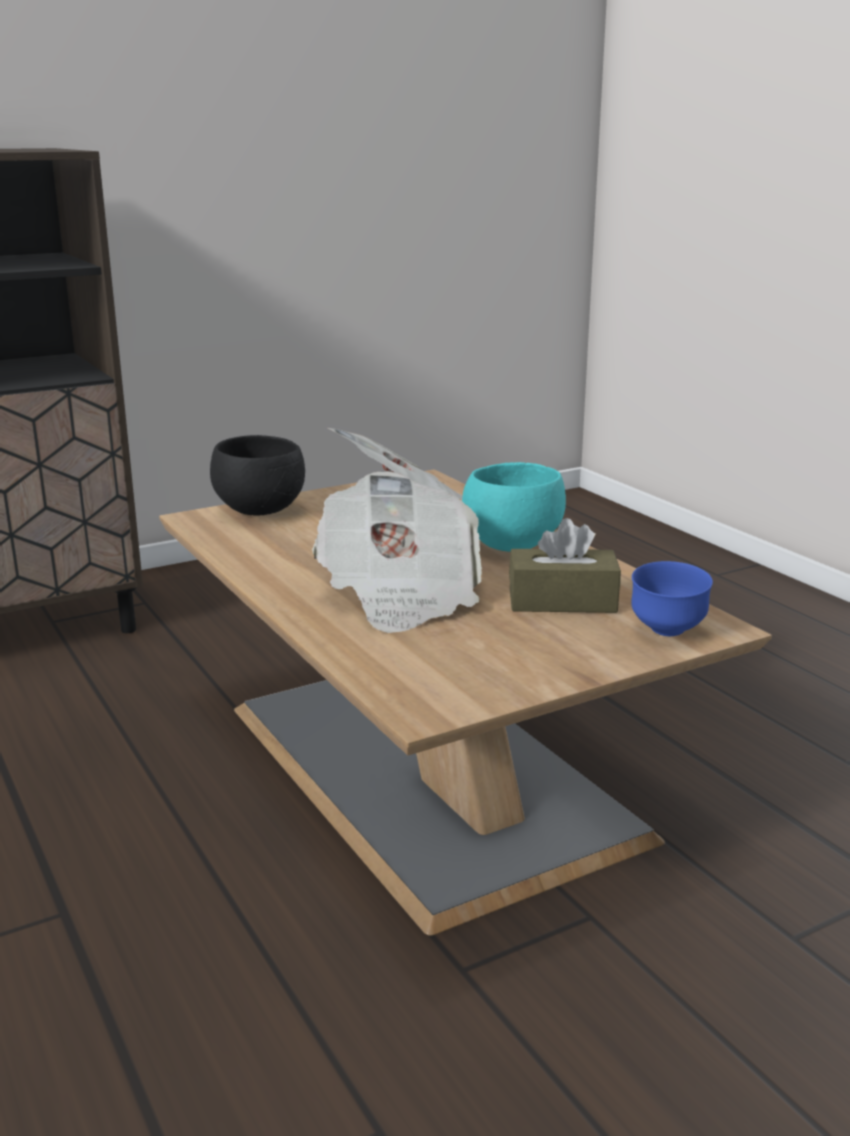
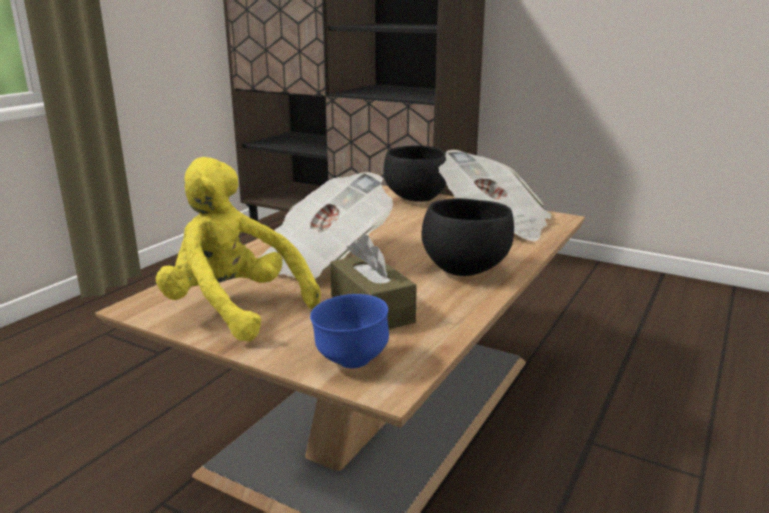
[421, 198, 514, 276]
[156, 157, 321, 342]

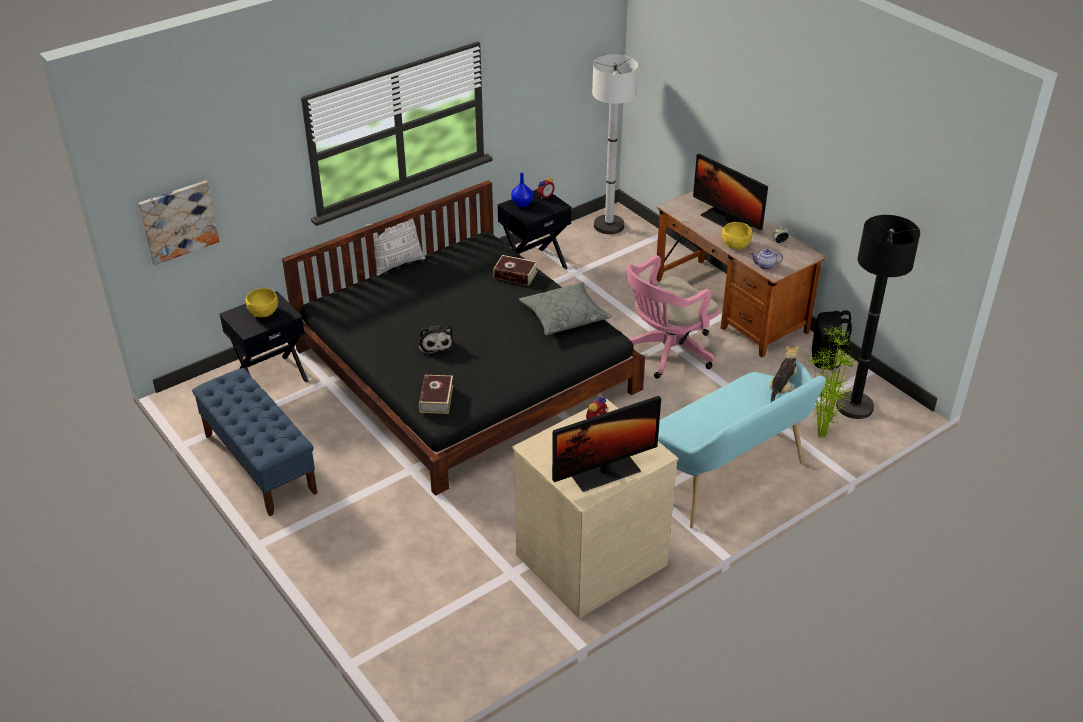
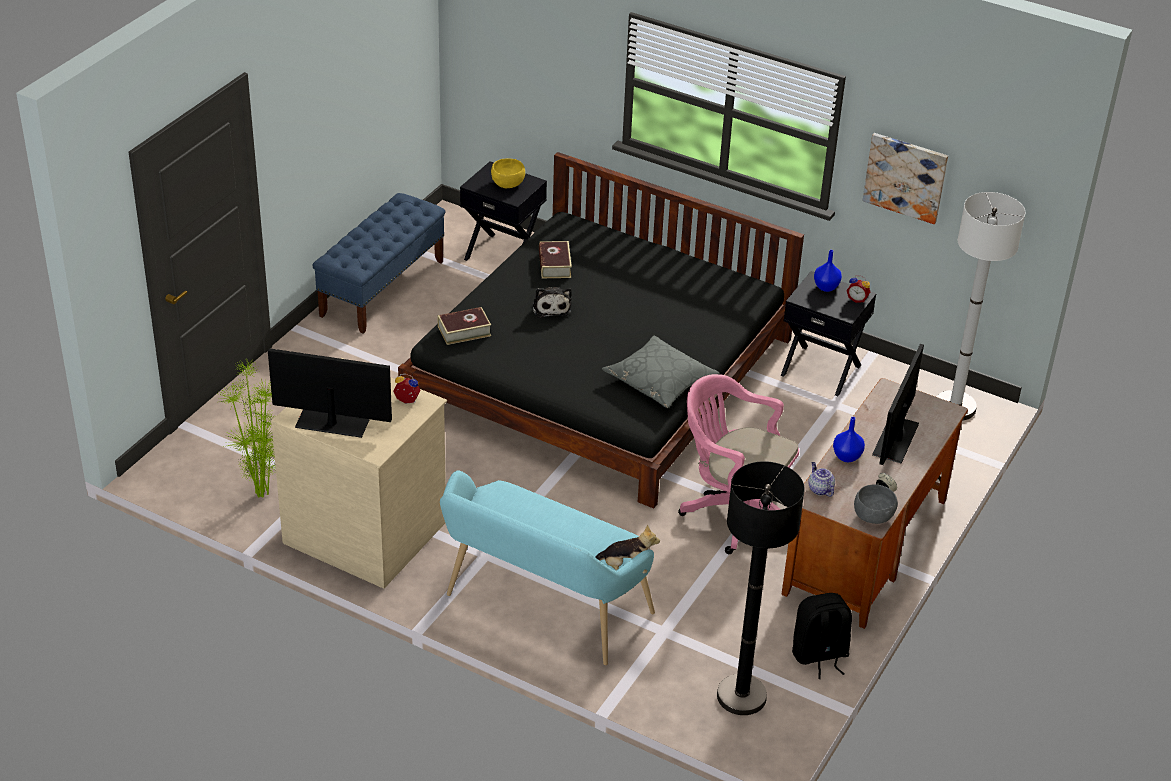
[863, 133, 948, 224]
[365, 218, 425, 276] (first image)
[833, 417, 865, 462]
[539, 241, 572, 278]
[215, 359, 276, 498]
[533, 287, 572, 318]
[268, 348, 392, 438]
[854, 484, 898, 524]

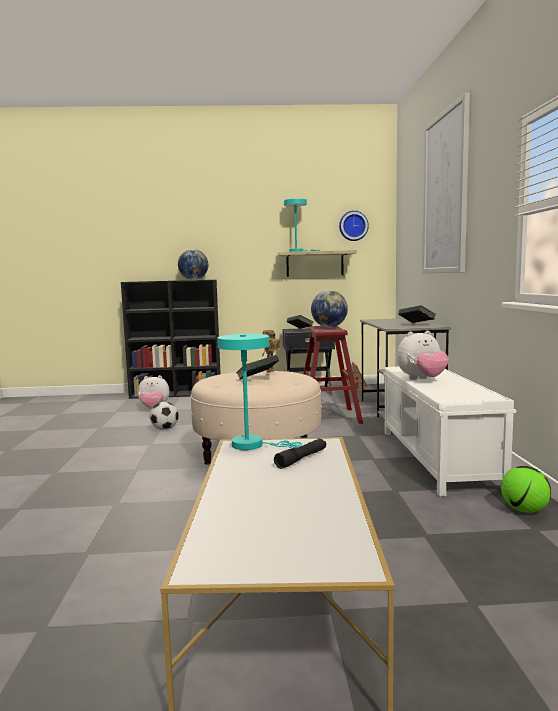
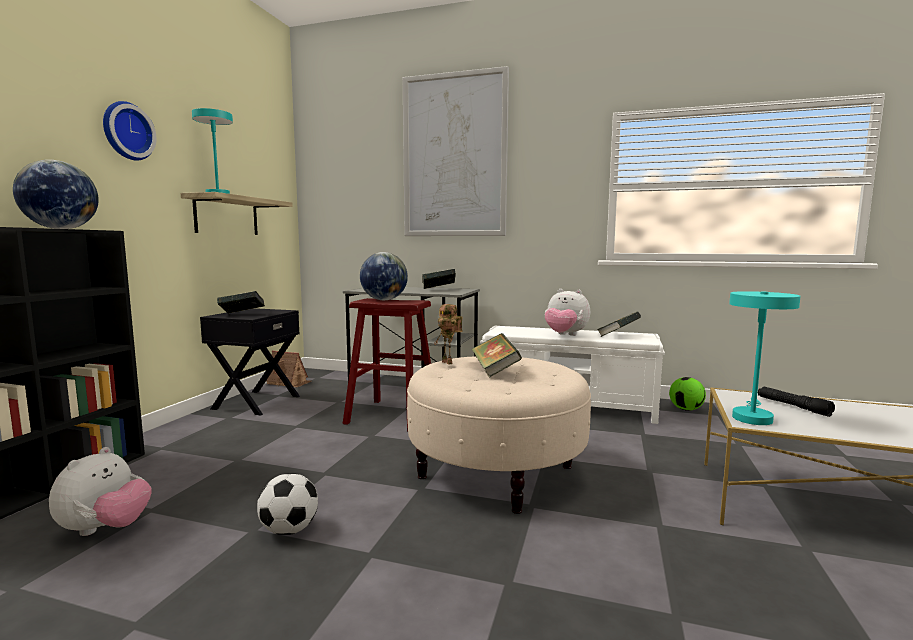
[103, 101, 157, 161]
[545, 289, 590, 336]
[597, 311, 641, 337]

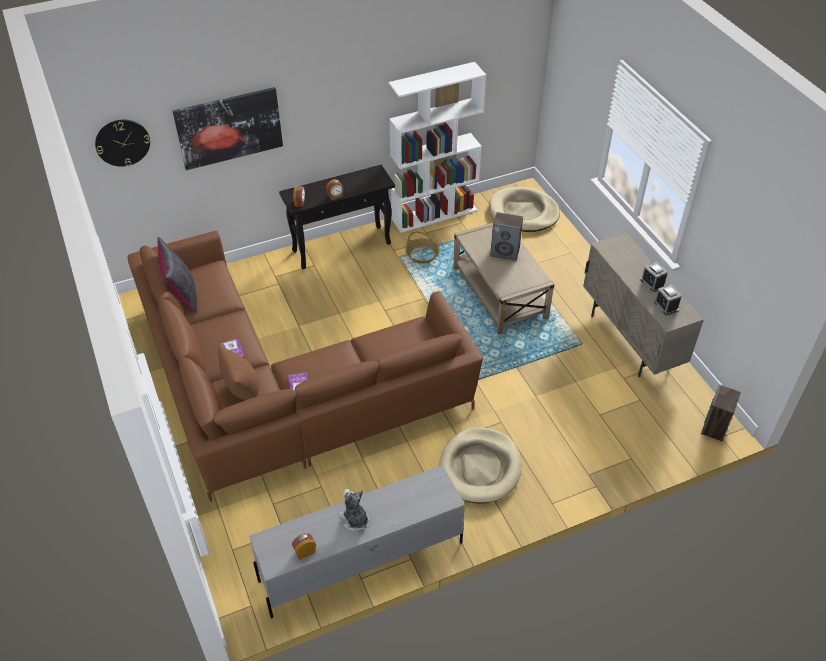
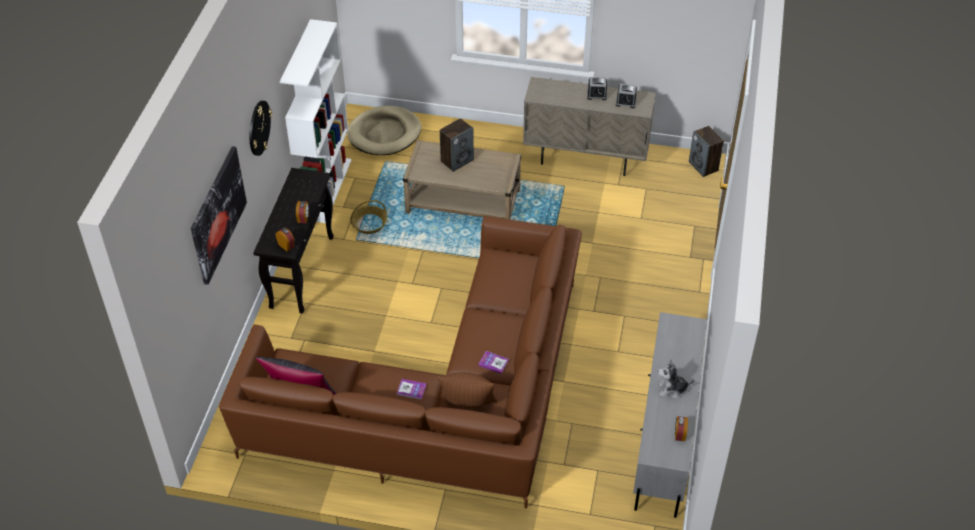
[249, 101, 272, 156]
[439, 427, 522, 504] (first image)

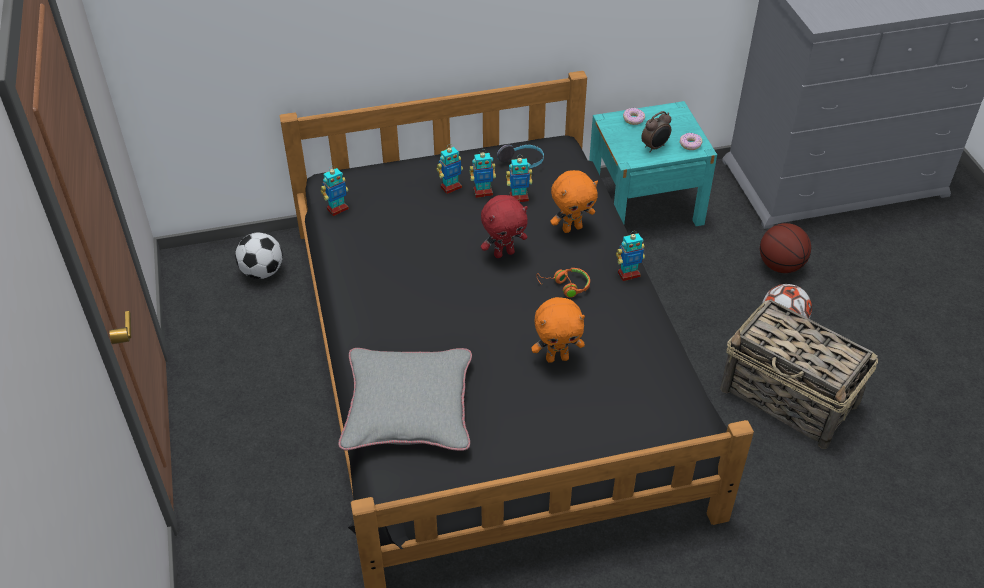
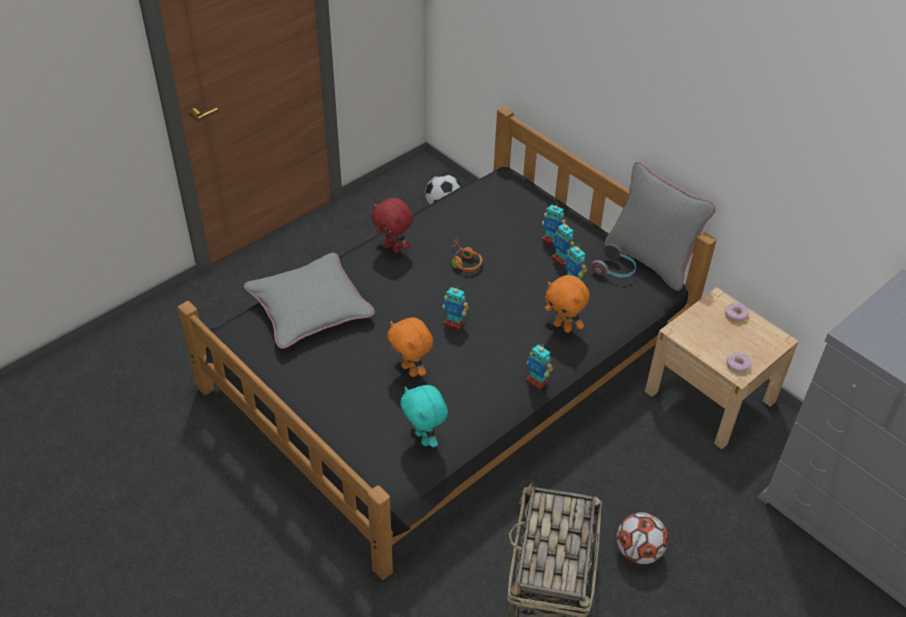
[645, 287, 799, 449]
[641, 111, 671, 153] (first image)
[443, 285, 469, 330]
[371, 198, 413, 253]
[760, 223, 811, 273] (first image)
[451, 238, 482, 272]
[605, 162, 716, 291]
[400, 385, 448, 447]

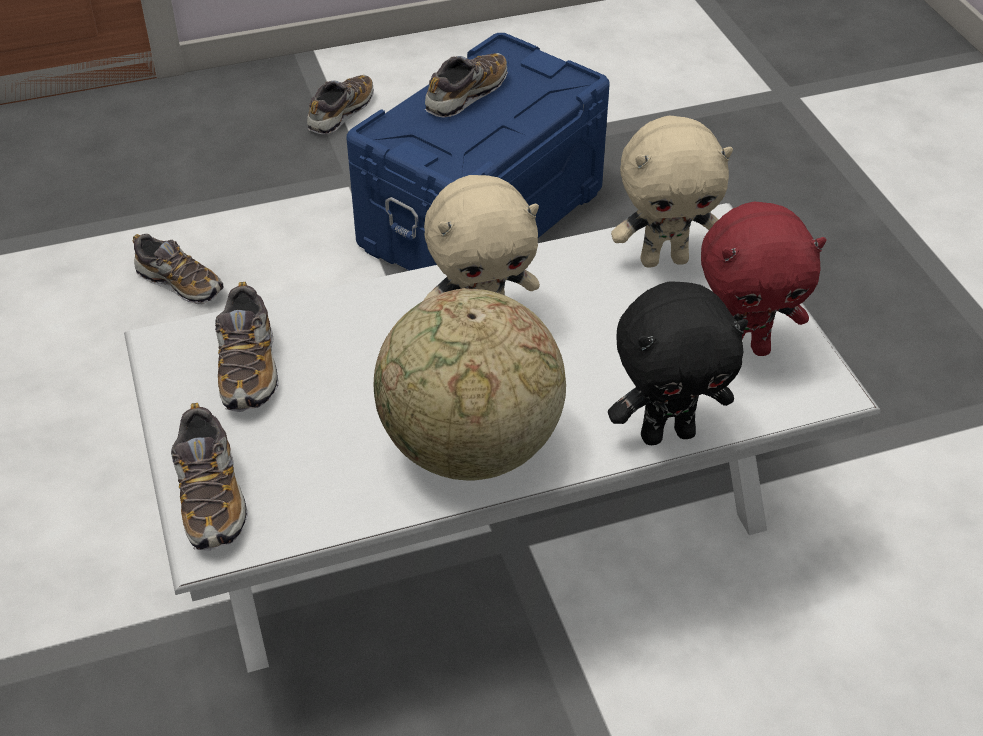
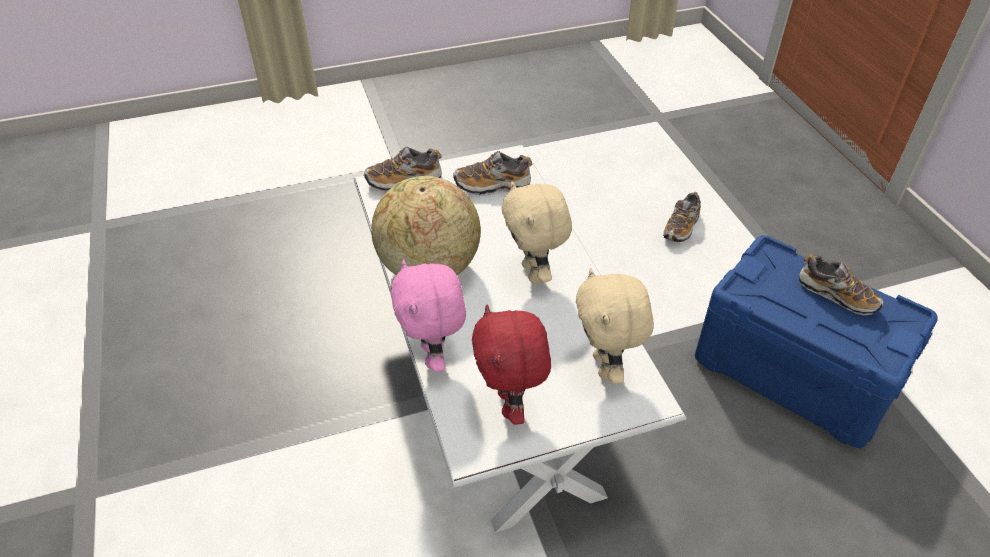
[307, 75, 374, 134] (first image)
[391, 259, 466, 372]

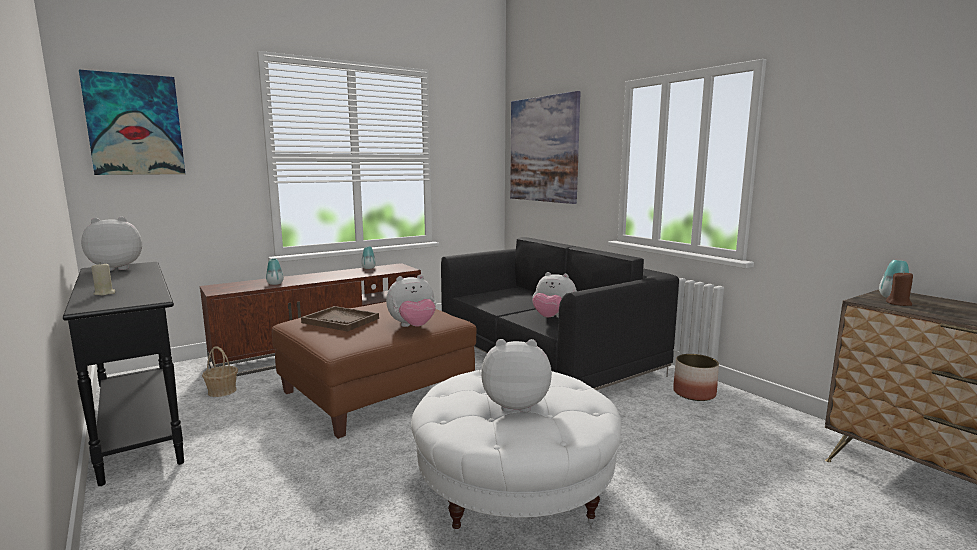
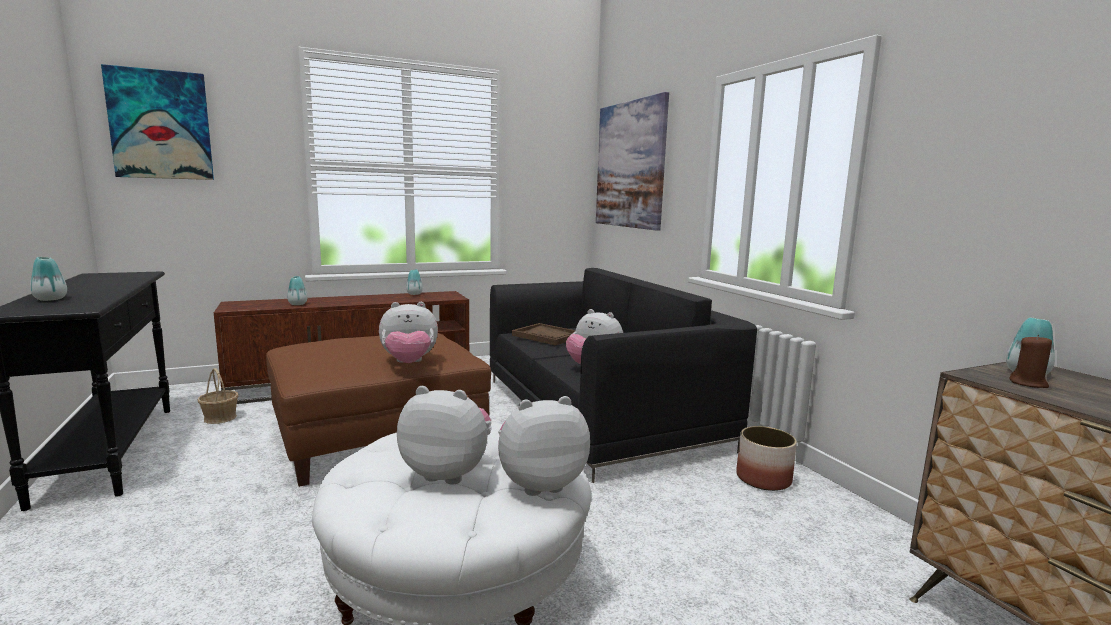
[498, 396, 590, 496]
[30, 257, 67, 301]
[512, 323, 576, 345]

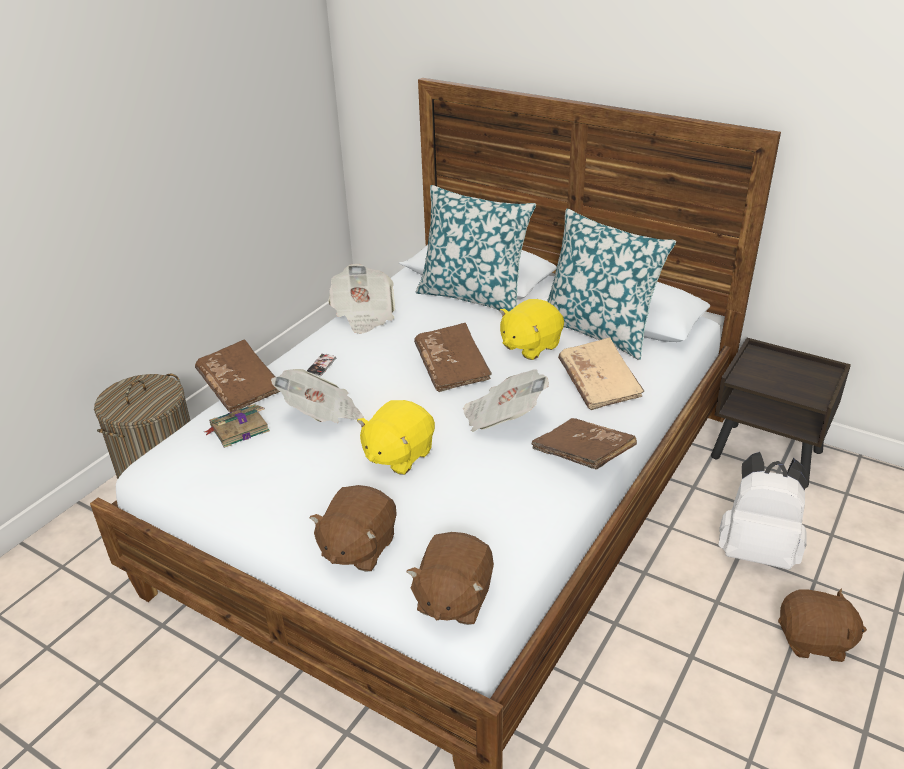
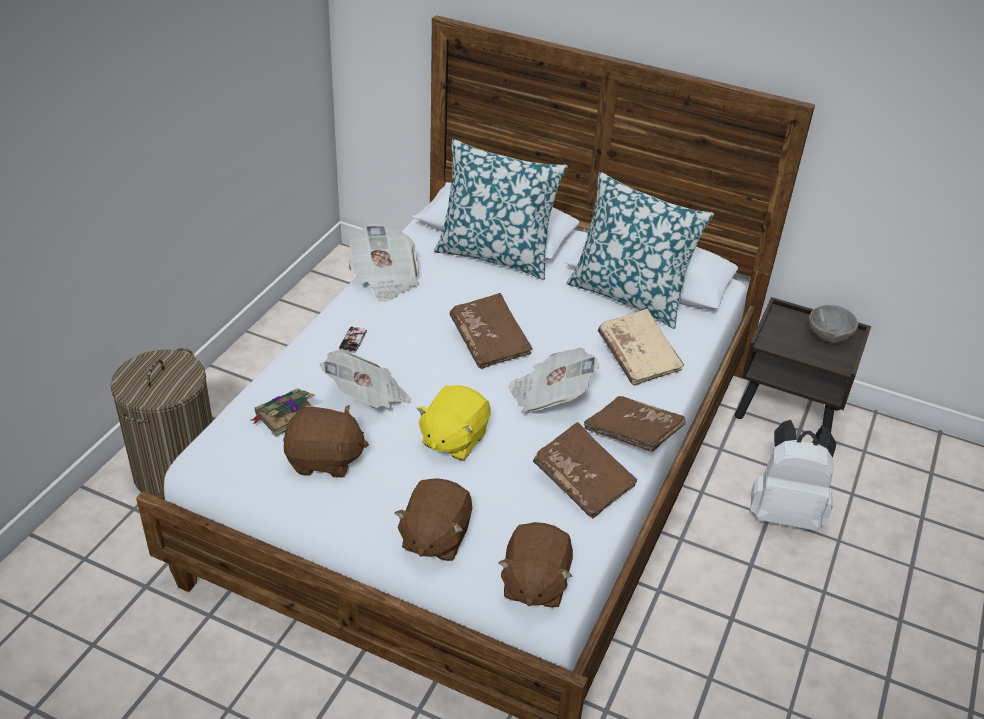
[499, 299, 564, 360] (first image)
[533, 422, 637, 518]
[283, 405, 369, 478]
[809, 305, 858, 343]

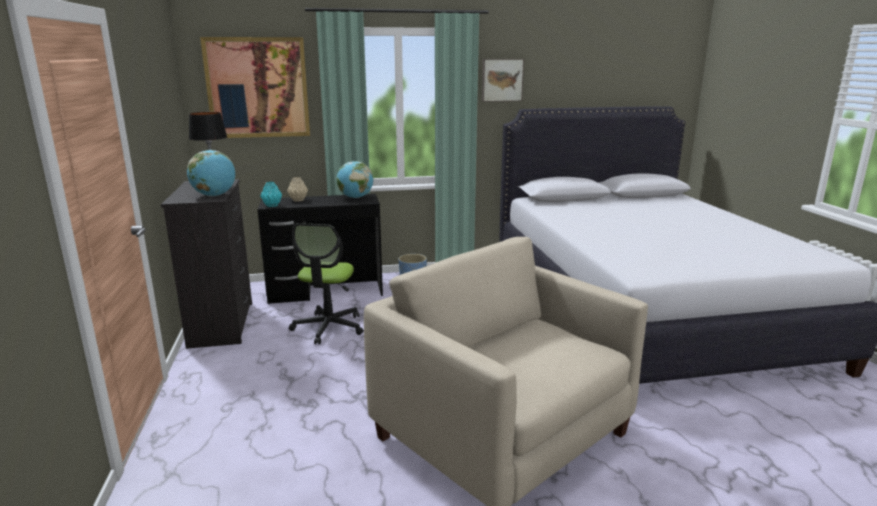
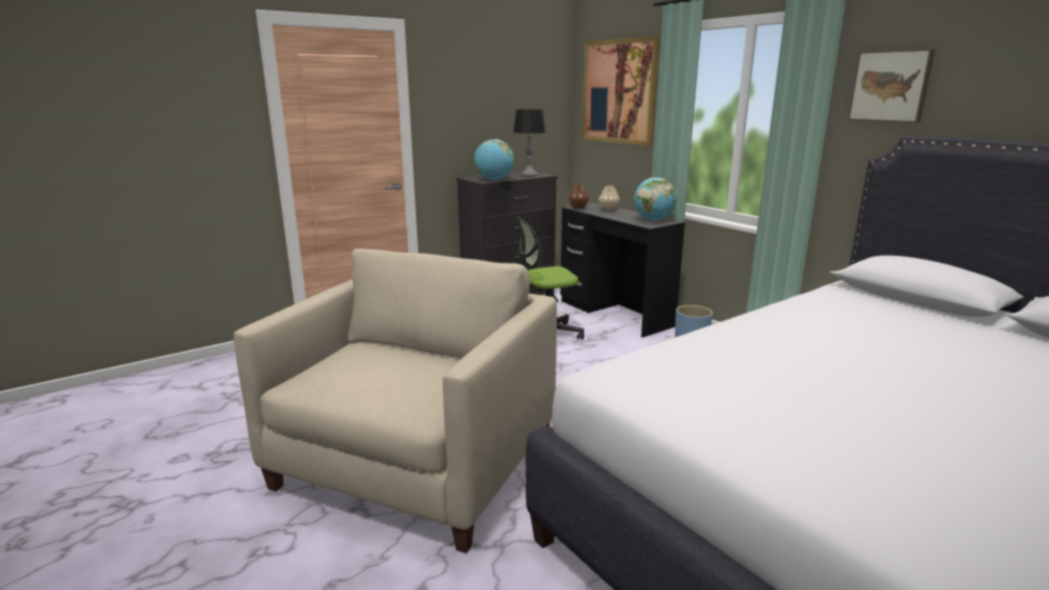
[568, 184, 589, 209]

